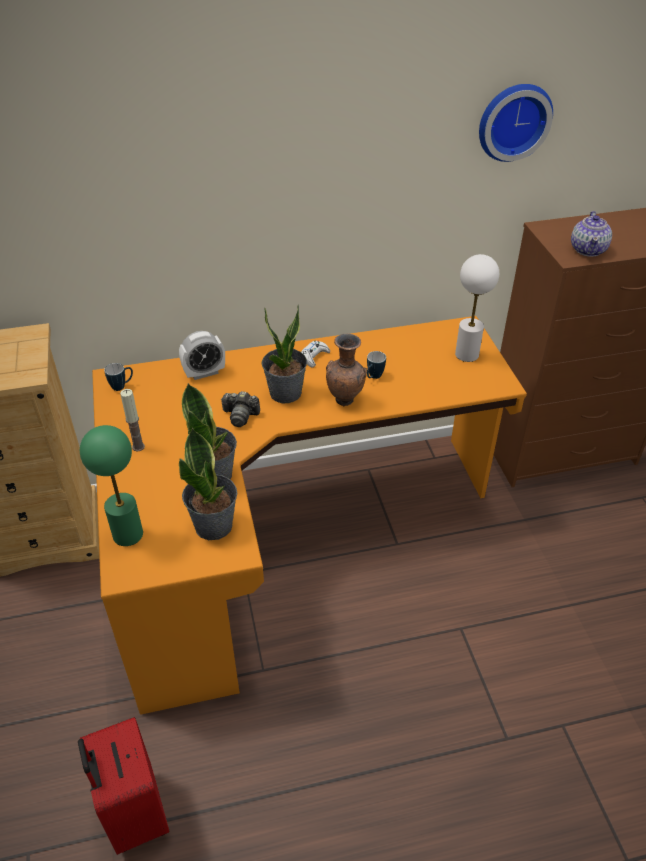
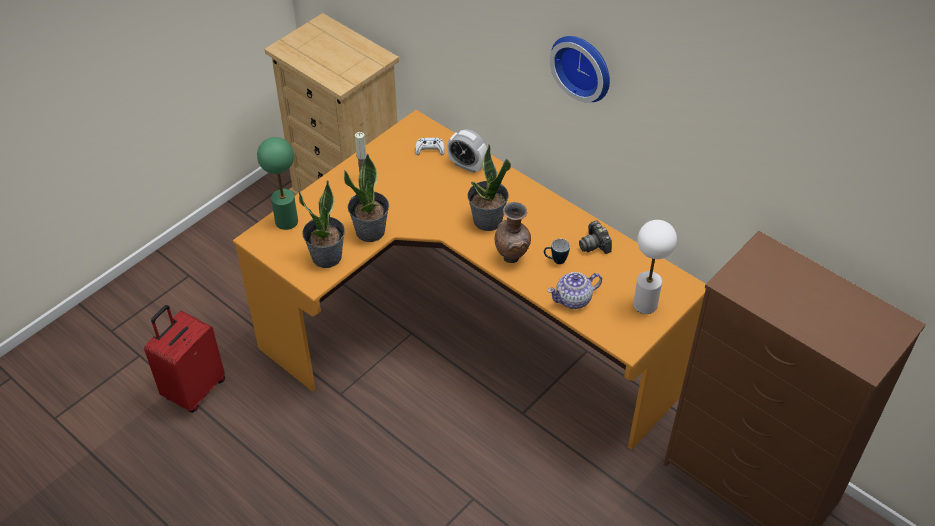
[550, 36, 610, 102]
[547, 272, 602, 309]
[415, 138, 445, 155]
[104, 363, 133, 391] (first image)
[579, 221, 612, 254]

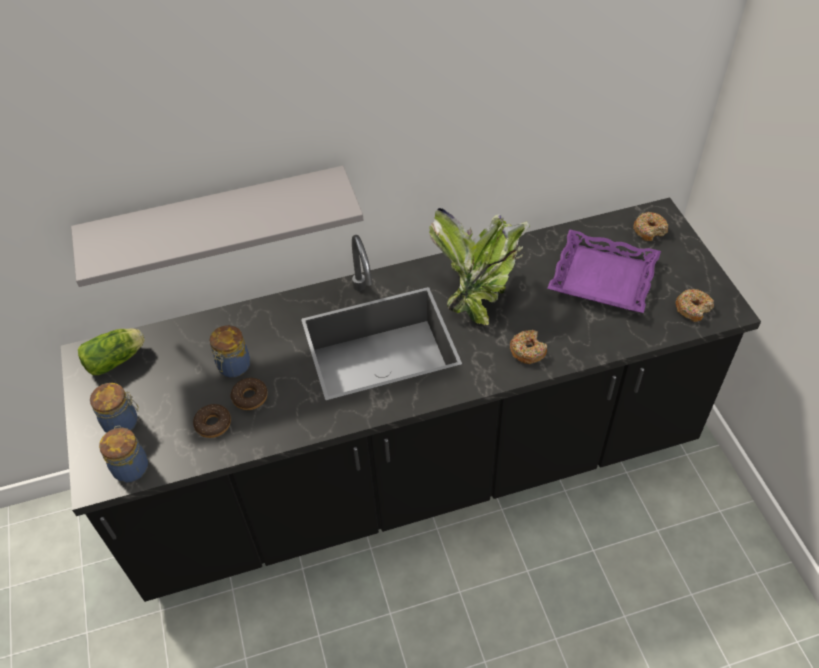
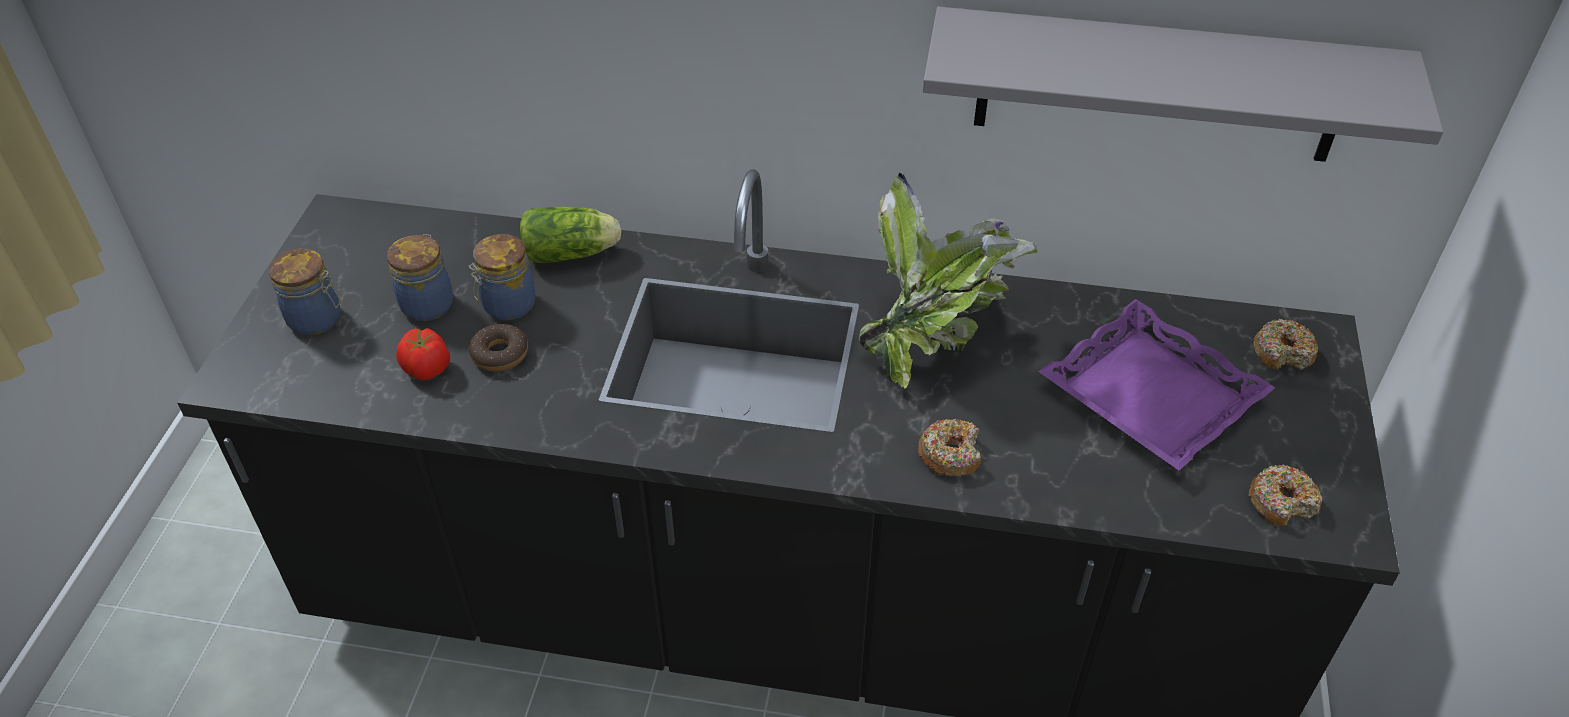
[923, 7, 1444, 162]
[520, 206, 621, 263]
[396, 328, 450, 380]
[387, 234, 453, 321]

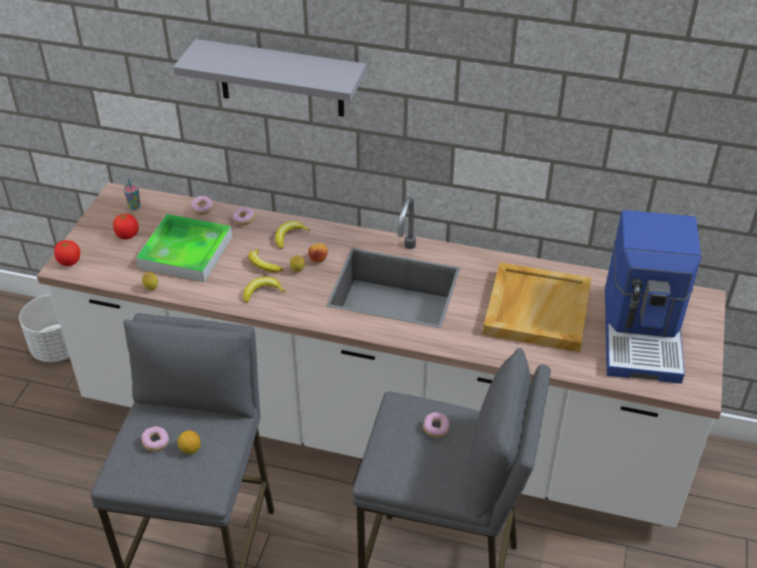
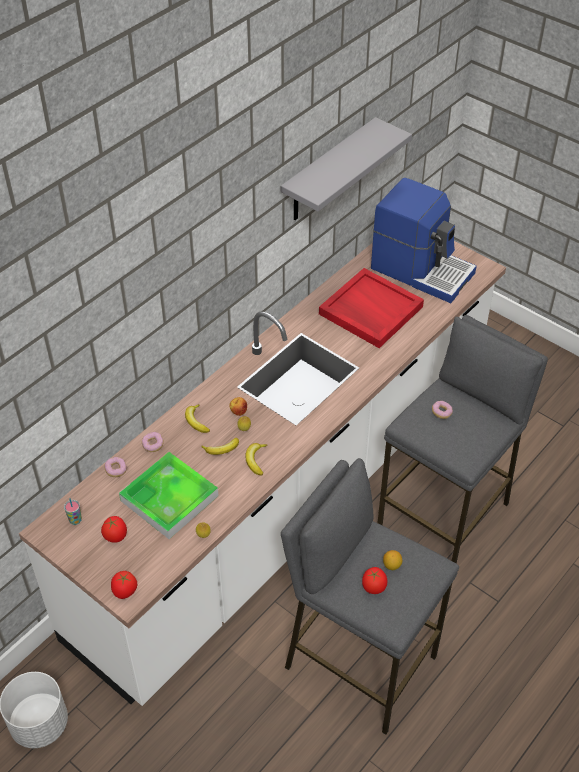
[281, 117, 412, 220]
[319, 268, 424, 348]
[362, 567, 387, 594]

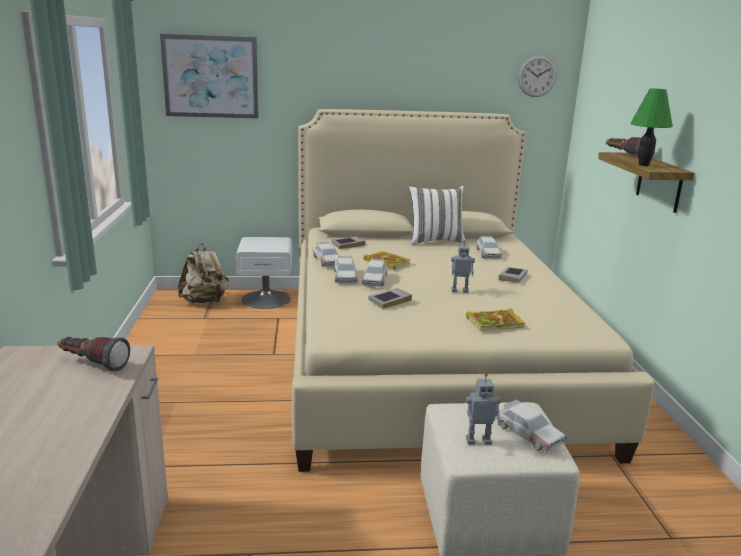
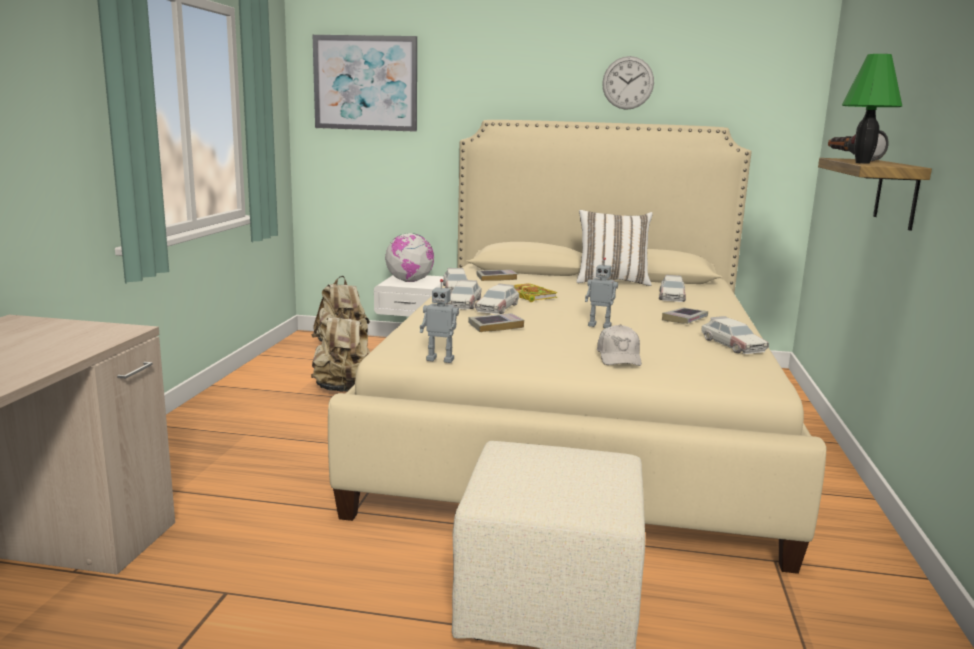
[602, 56, 654, 110]
[597, 324, 642, 366]
[58, 337, 130, 371] (first image)
[420, 279, 459, 363]
[701, 316, 769, 354]
[385, 233, 434, 282]
[311, 308, 370, 392]

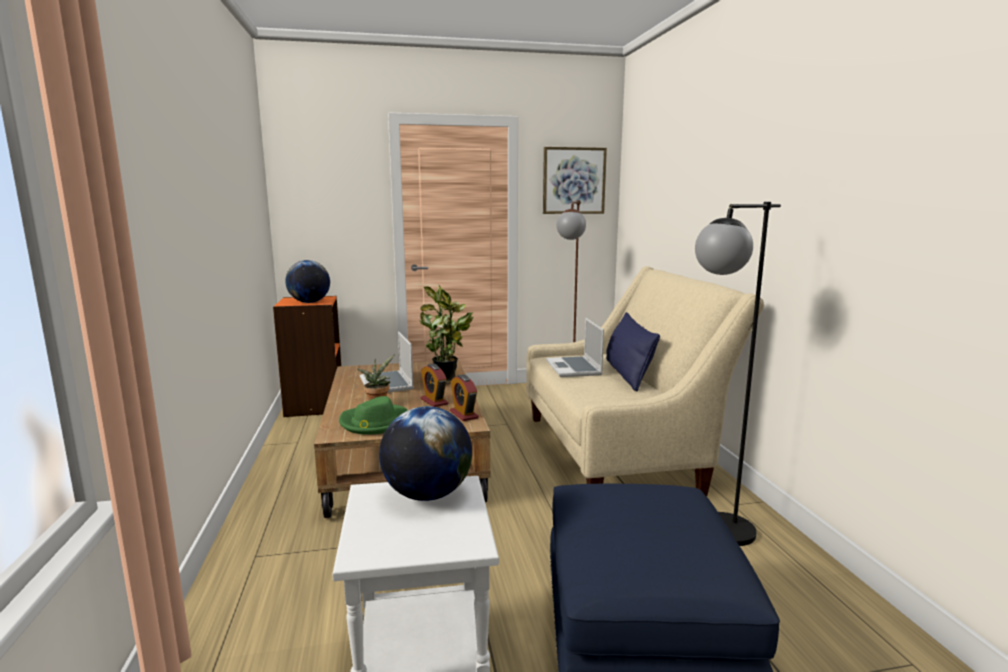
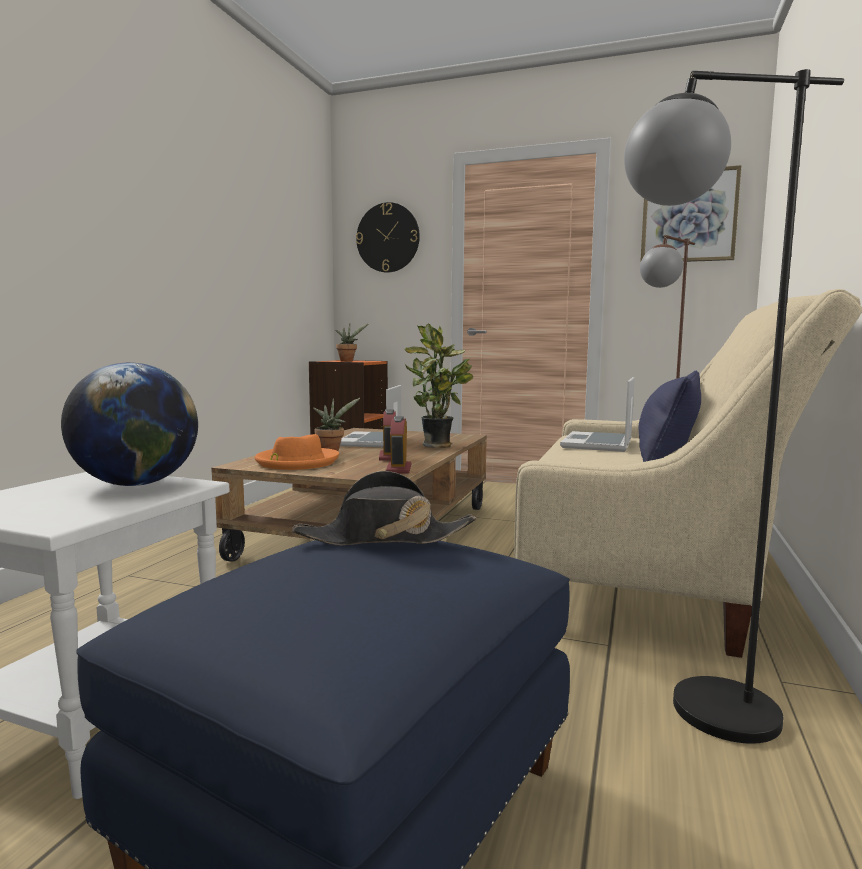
[335, 323, 369, 362]
[255, 434, 339, 470]
[356, 202, 420, 273]
[292, 471, 476, 545]

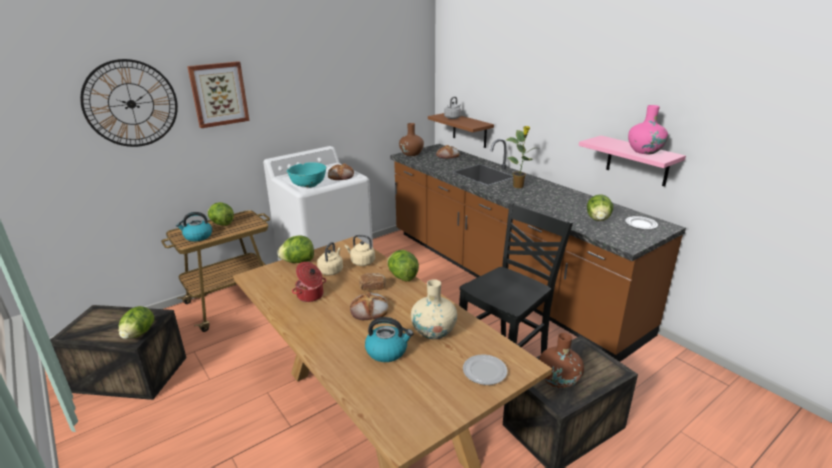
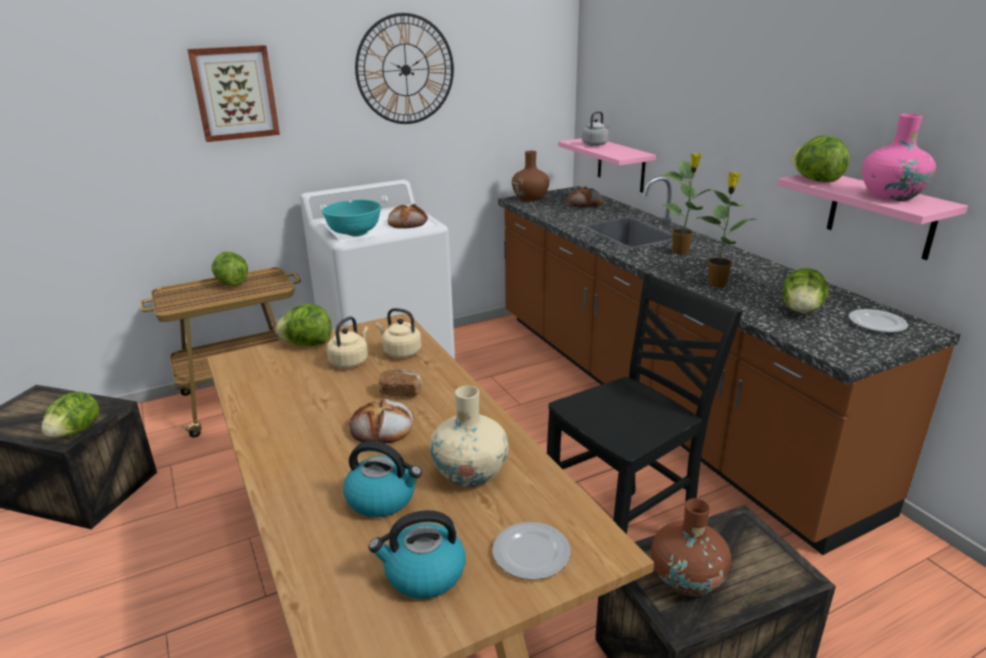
[355, 13, 454, 124]
[558, 139, 656, 192]
[368, 510, 466, 599]
[792, 135, 849, 182]
[292, 262, 326, 302] (first image)
[695, 172, 756, 287]

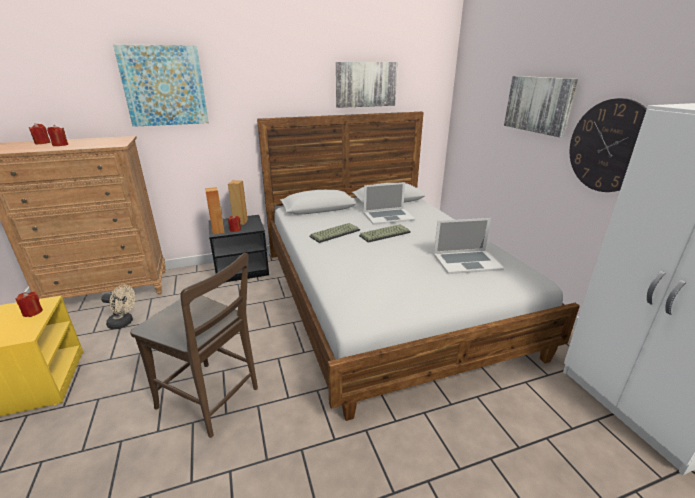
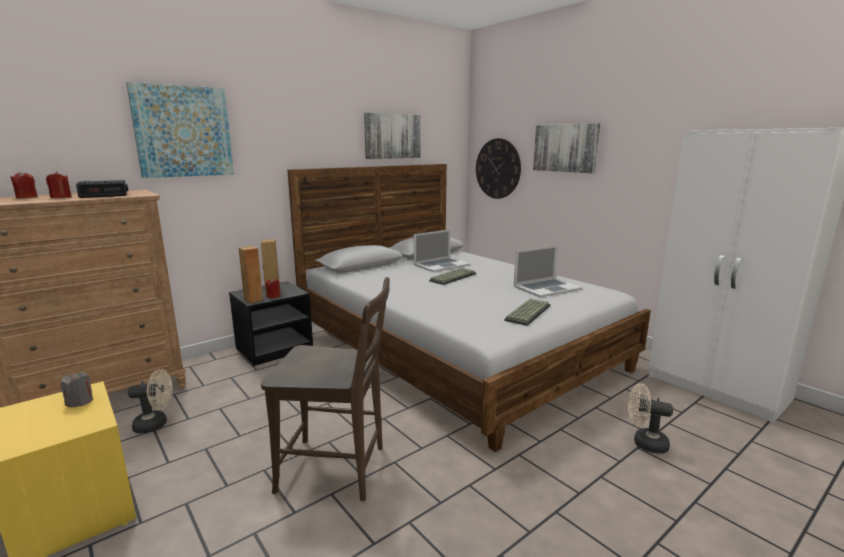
[476, 138, 521, 199]
[504, 299, 551, 326]
[60, 372, 93, 407]
[76, 180, 128, 198]
[628, 383, 673, 454]

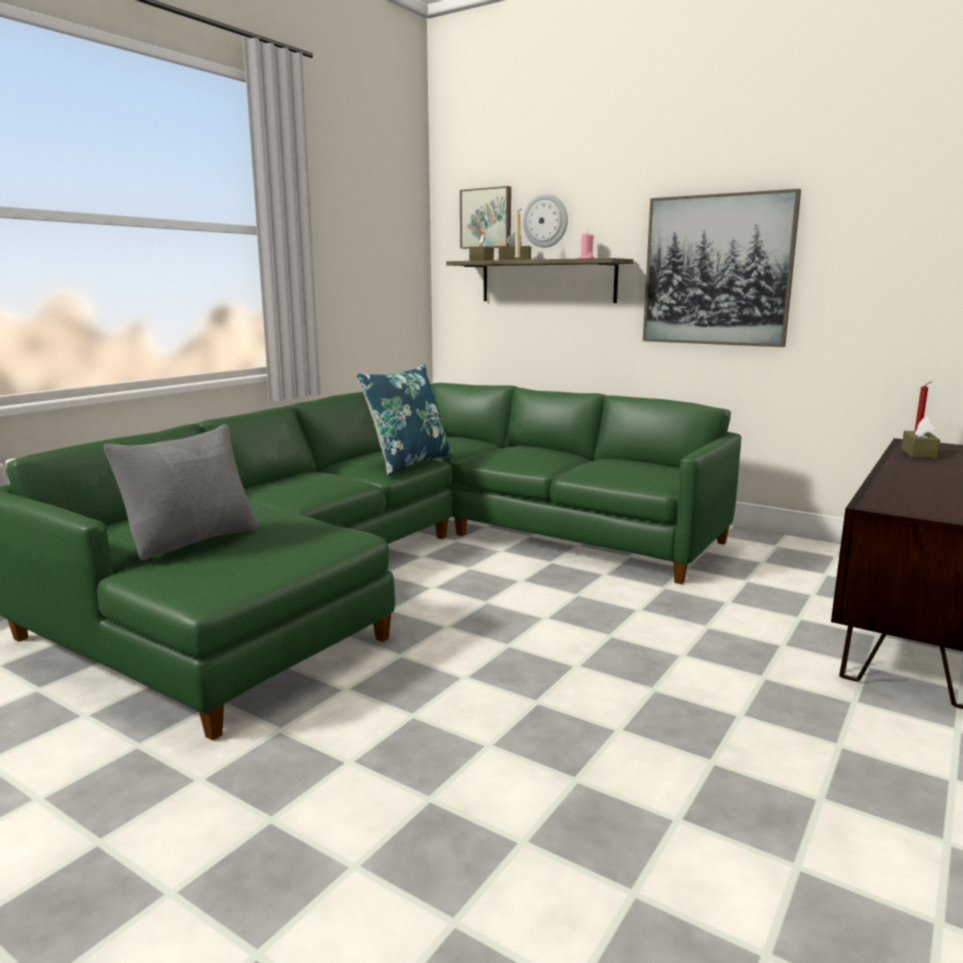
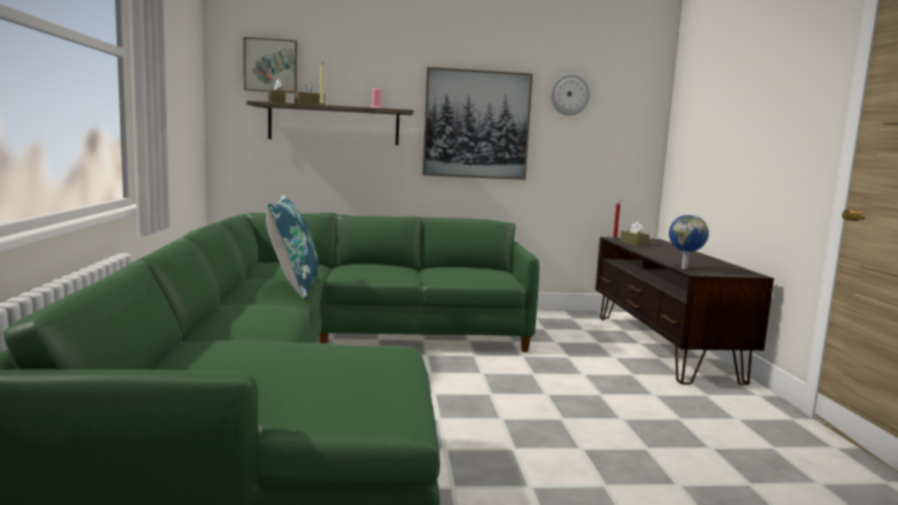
[550, 73, 591, 116]
[103, 424, 258, 560] (first image)
[669, 215, 709, 269]

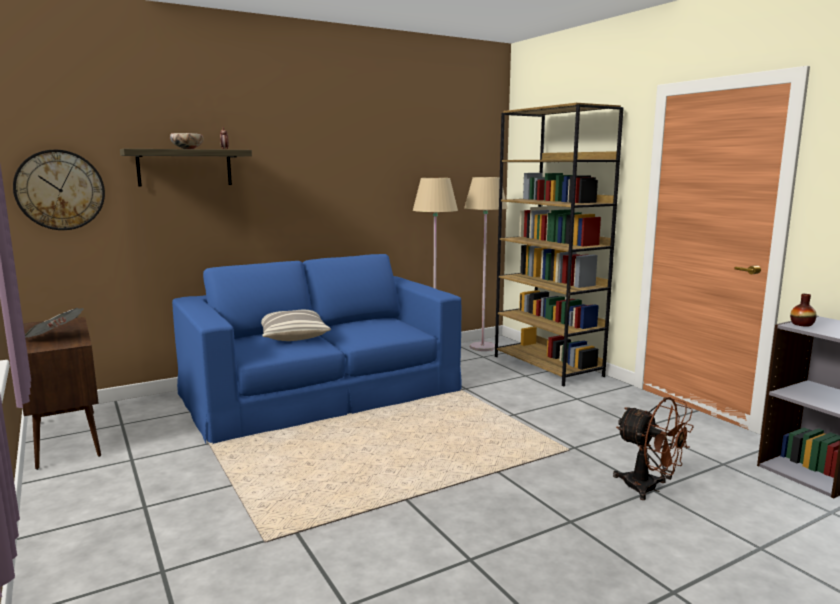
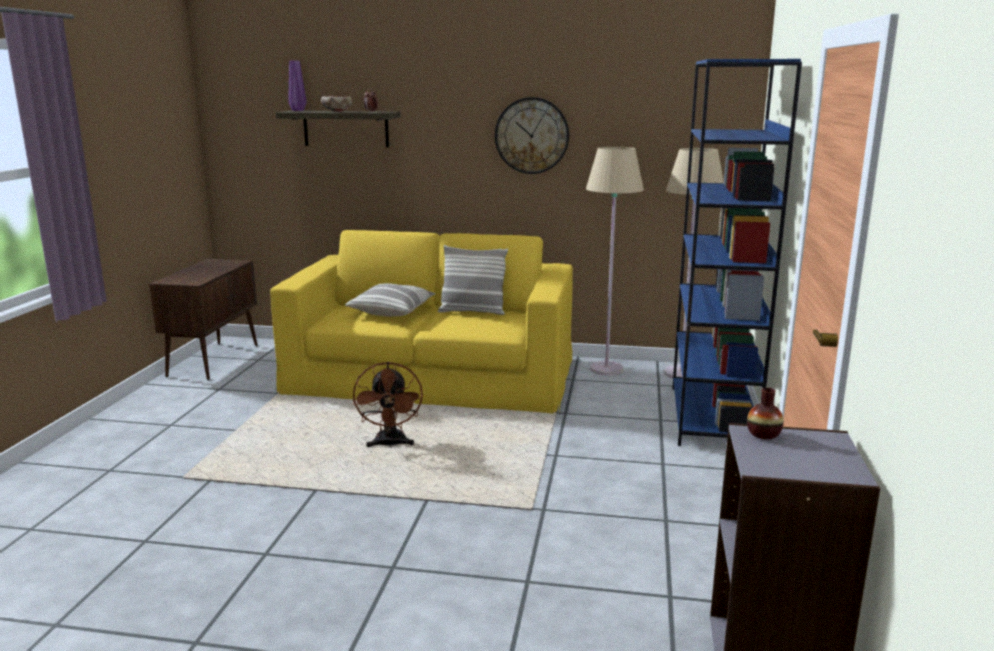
[672, 59, 802, 446]
[495, 97, 569, 174]
[270, 230, 573, 413]
[25, 308, 84, 338] (first image)
[353, 362, 423, 448]
[288, 60, 307, 111]
[438, 245, 508, 315]

